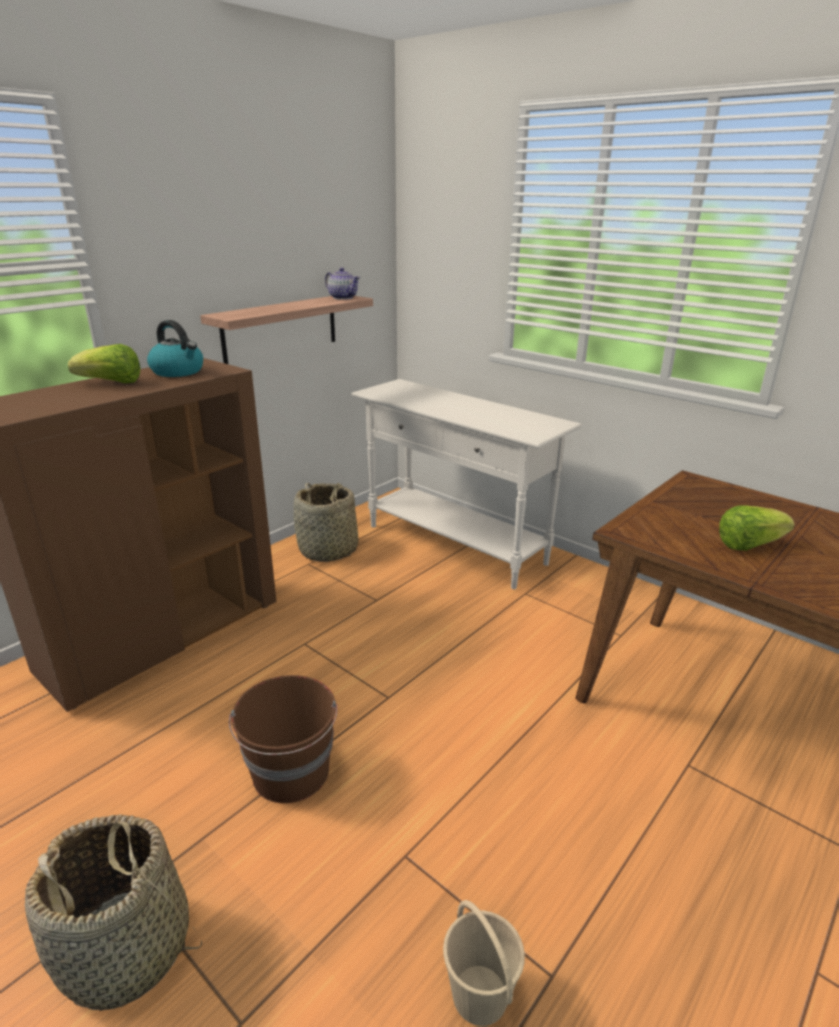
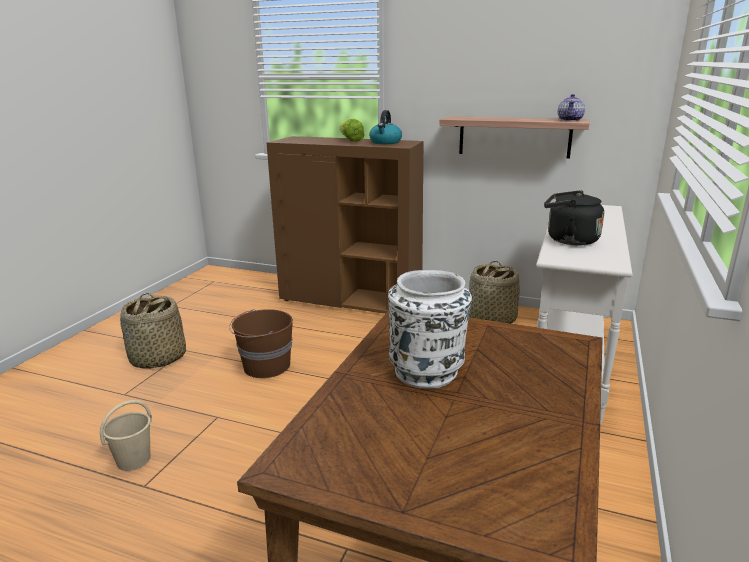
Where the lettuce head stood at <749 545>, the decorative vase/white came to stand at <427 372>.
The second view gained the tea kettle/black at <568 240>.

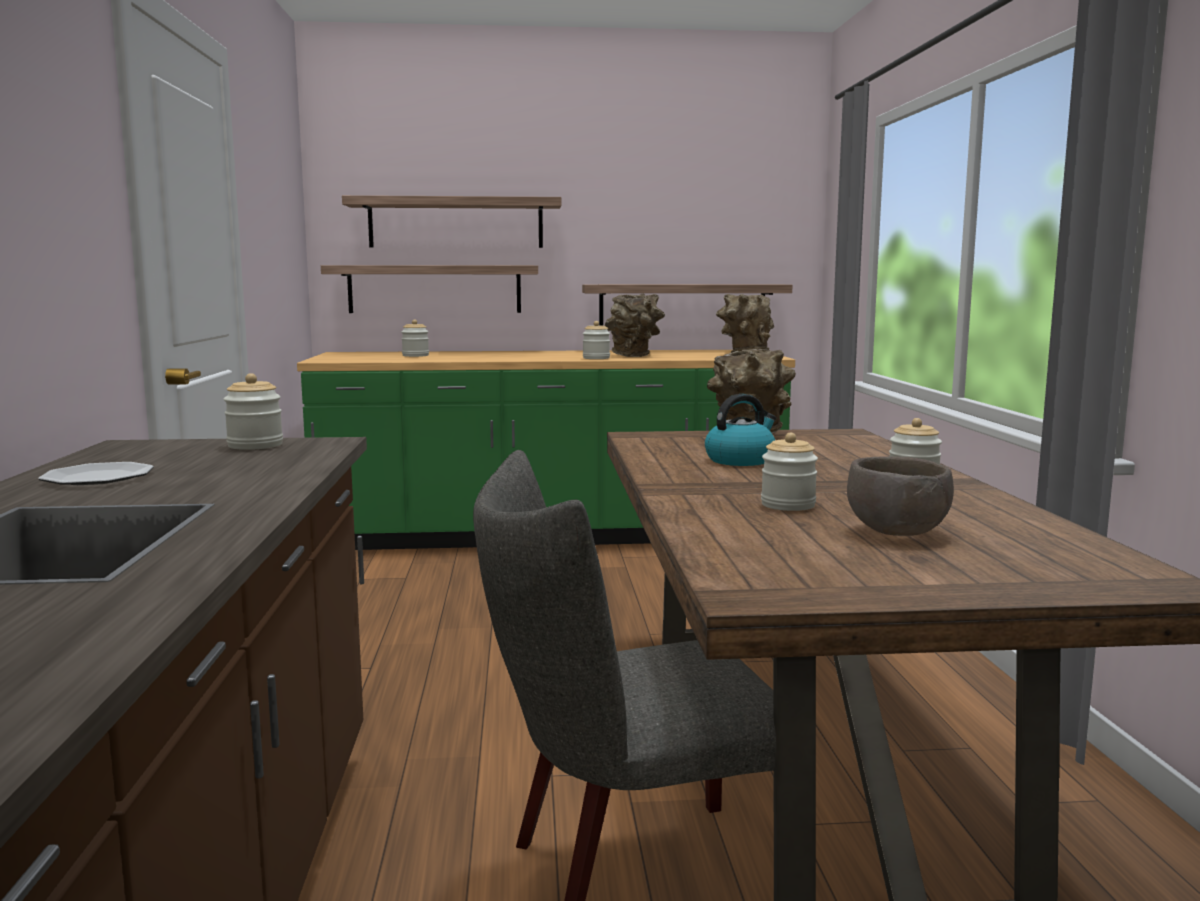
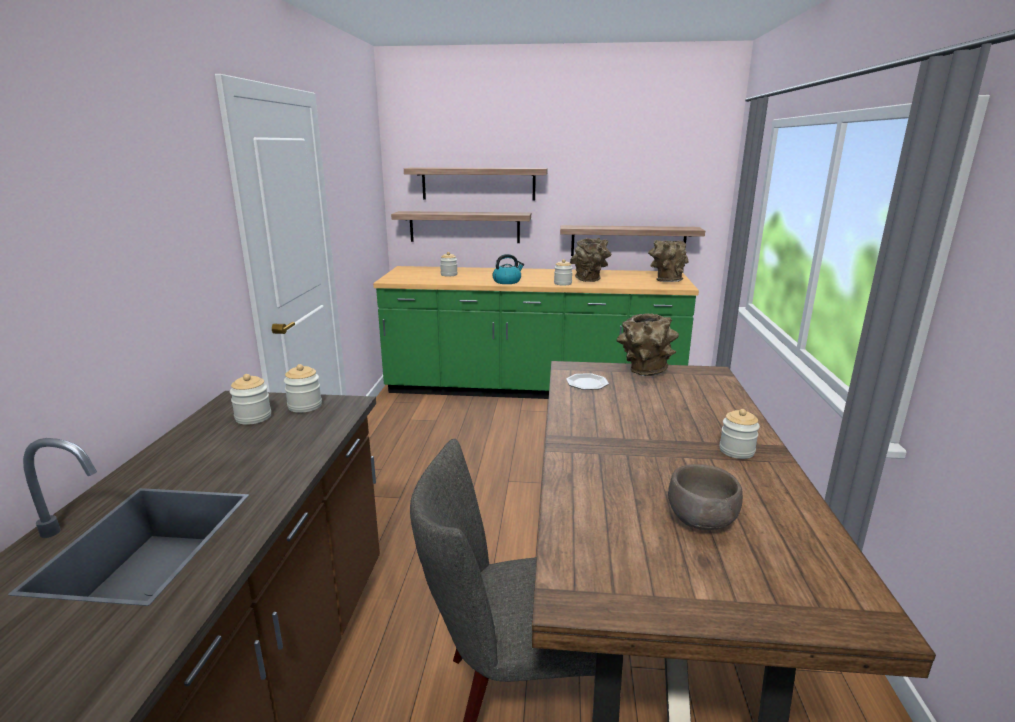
The storage jar ended up elsewhere, having gone from <788 505> to <253 417>.
The tea kettle ended up elsewhere, having gone from <740 460> to <507 281>.
The plate ended up elsewhere, having gone from <98 478> to <587 383>.

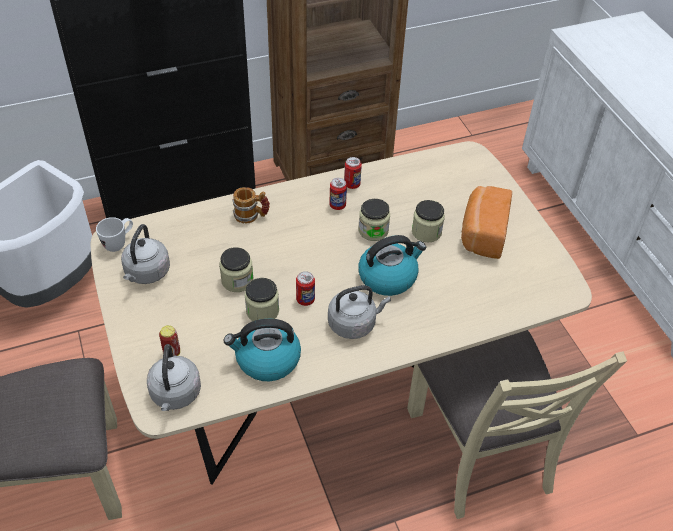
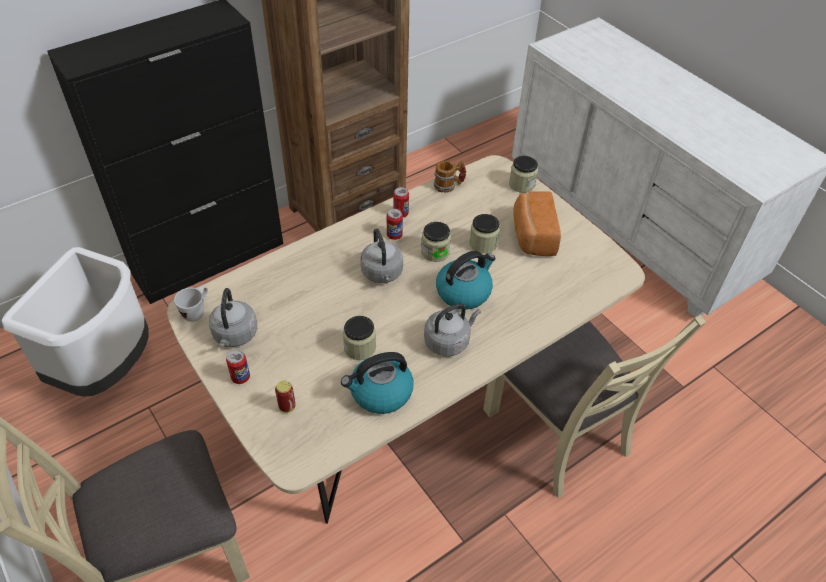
The can ended up elsewhere, having gone from <305 300> to <240 377>.
The tea kettle/grey ended up elsewhere, having gone from <175 395> to <382 274>.
The coffee mug ended up elsewhere, having gone from <251 215> to <449 185>.
The storage jar ended up elsewhere, having gone from <237 280> to <522 184>.

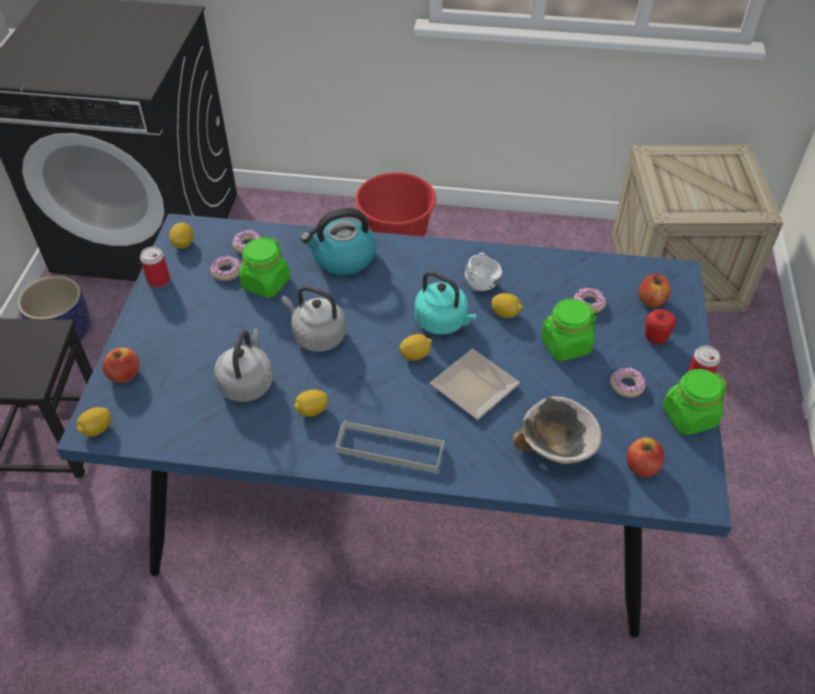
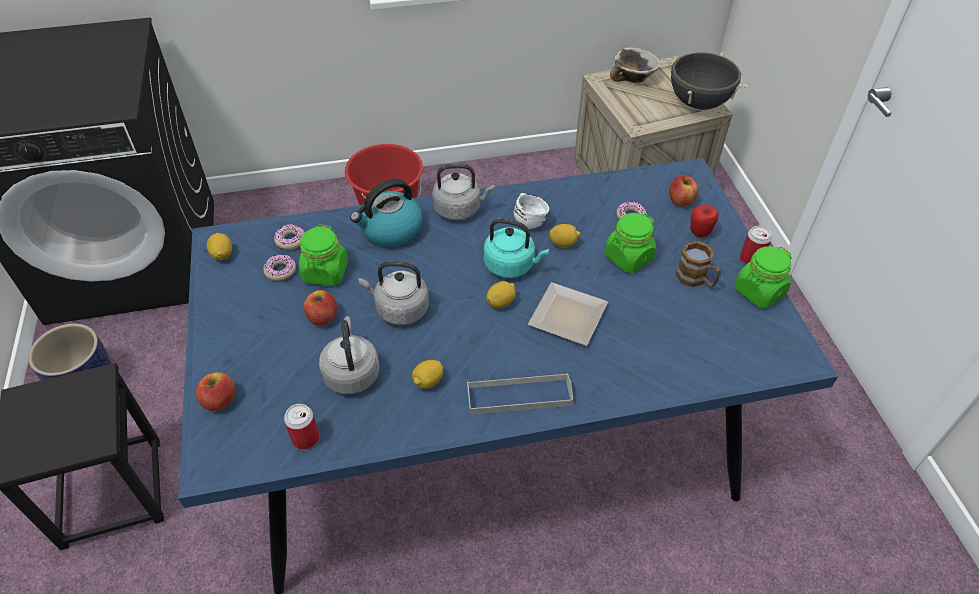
The can ended up elsewhere, having gone from <159 280> to <305 438>.
The whole apple ended up elsewhere, having gone from <641 466> to <322 317>.
The second view gained the tea kettle/grey at <460 209>.
The bowl ended up elsewhere, having gone from <557 448> to <634 77>.
The second view gained the saucepot/black at <698 103>.
Where the ring doughnut stood at <626 385>, the coffee mug came to stand at <696 279>.
The second view lost the citrus fruit at <97 429>.

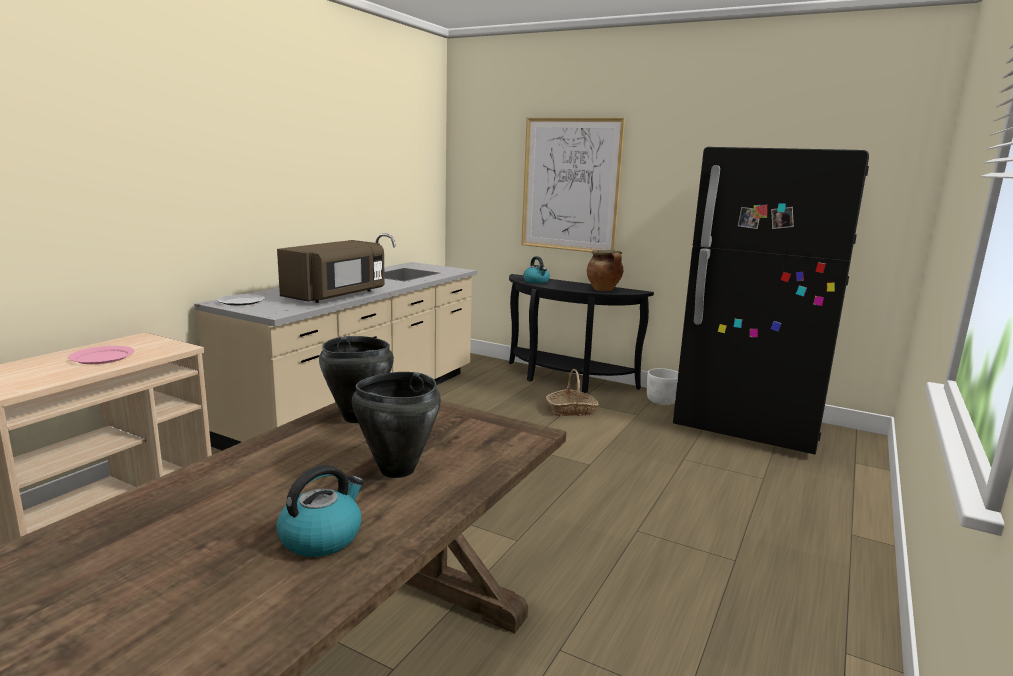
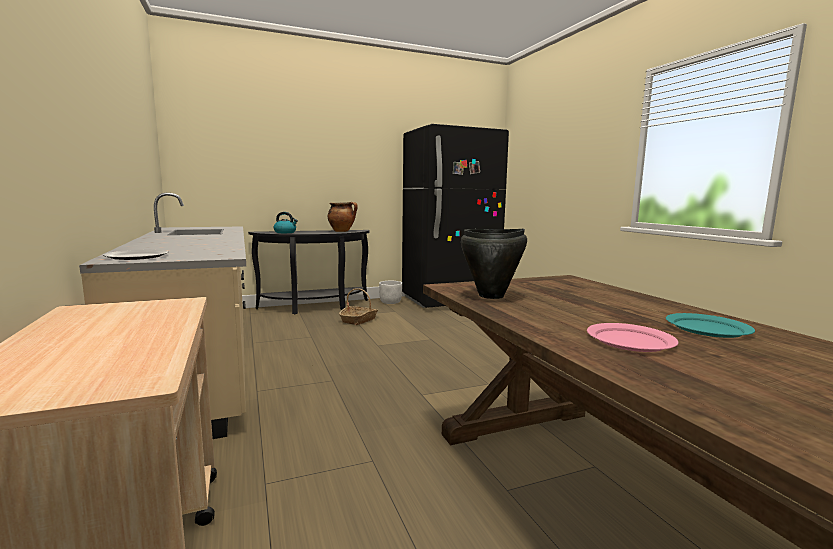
The plate/pink ended up elsewhere, having gone from <102 357> to <630 341>.
Where the tea kettle stood at <322 537>, the plate/turquoise-coloured came to stand at <707 328>.
The second view lost the microwave oven/brownish at <336 295>.
The second view lost the saucepot/black at <396 470>.
The second view lost the wall picture at <571 185>.

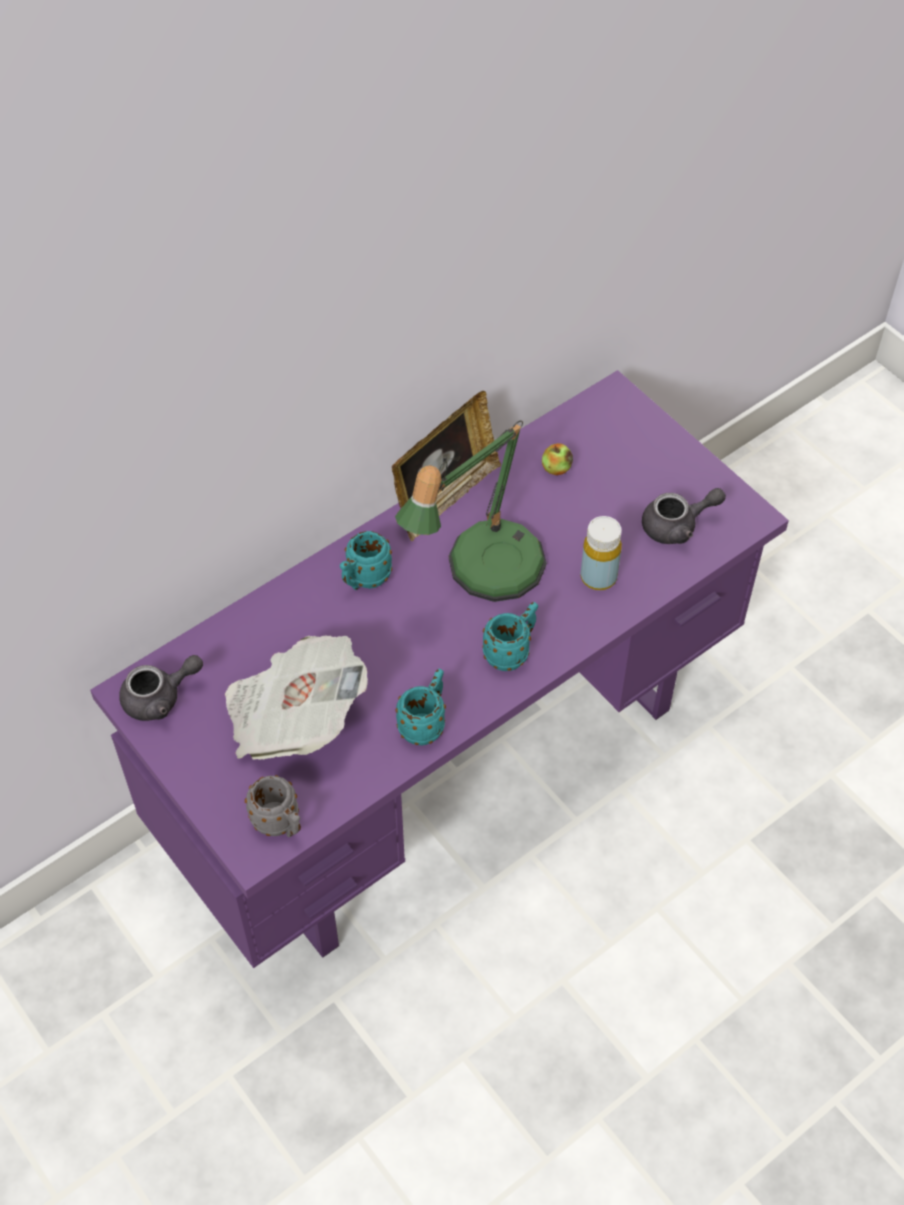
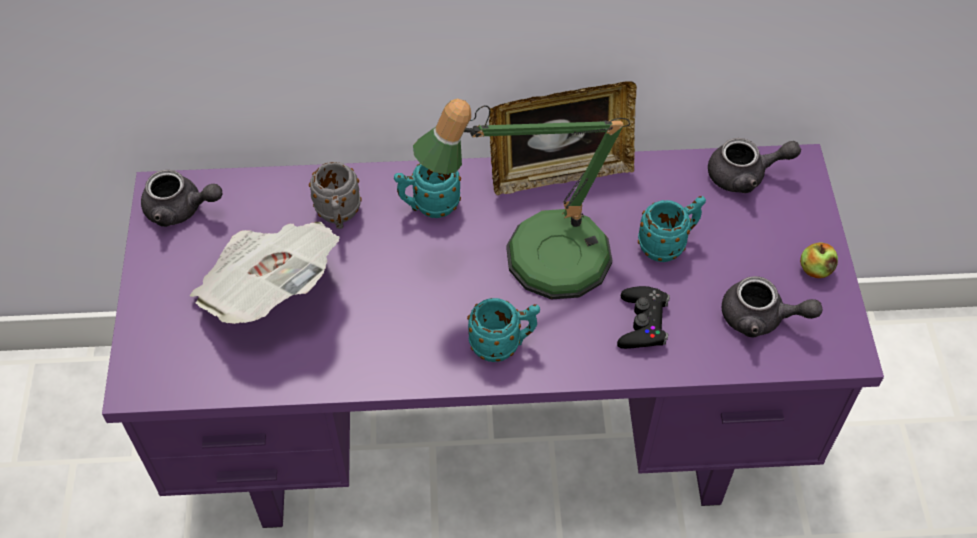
The coffee mug/grey ended up elsewhere, having gone from <280 825> to <339 216>.
Where the beverage bottle/yellow-coloured stood at <598 577>, the gamepad/black came to stand at <642 323>.
The coffee mug/turquoise-coloured ended up elsewhere, having gone from <425 723> to <668 244>.
The second view gained the pot for tea/grey at <745 175>.
The whole apple ended up elsewhere, having gone from <556 468> to <815 269>.

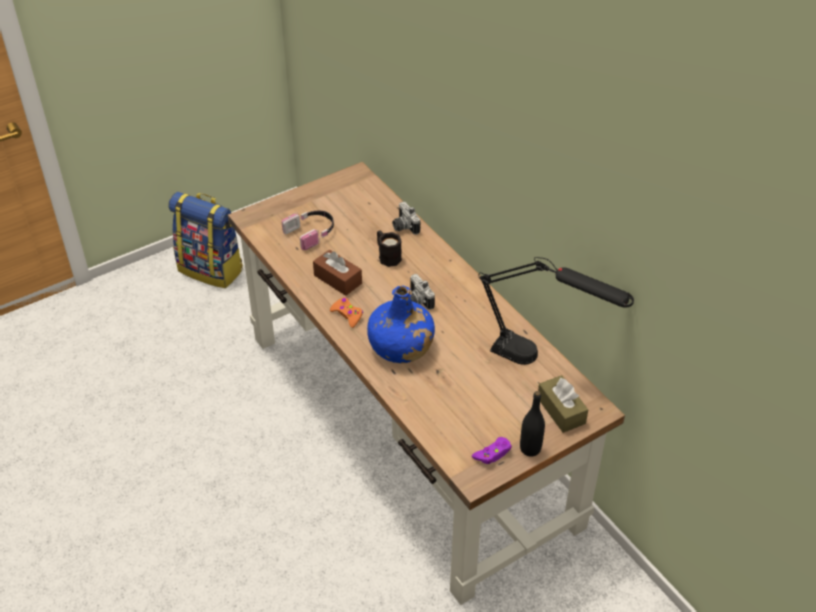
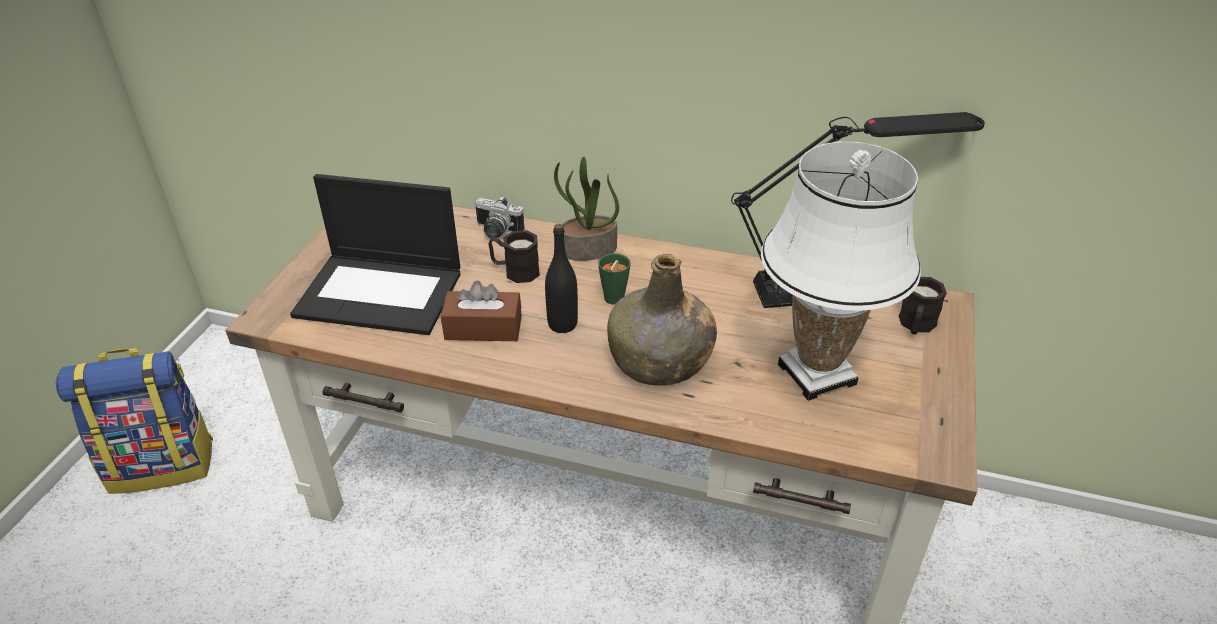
Where the headphones stood at <311 233>, the laptop came to stand at <382 293>.
The beverage bottle/black ended up elsewhere, having gone from <530 449> to <562 324>.
The second view gained the potted plant at <588 250>.
Where the photo camera stood at <416 301>, the small cup/green came to stand at <612 301>.
What was the beverage bottle/blue at <400 346> turned into the beverage bottle/green at <660 361>.
The second view gained the table lamp/white at <817 374>.
Where the tissue holder/brownish stood at <561 410>, the coffee mug/black came to stand at <915 325>.
The second view lost the gamepad/orange-coloured at <347 315>.
The second view lost the gamepad/purple at <493 454>.

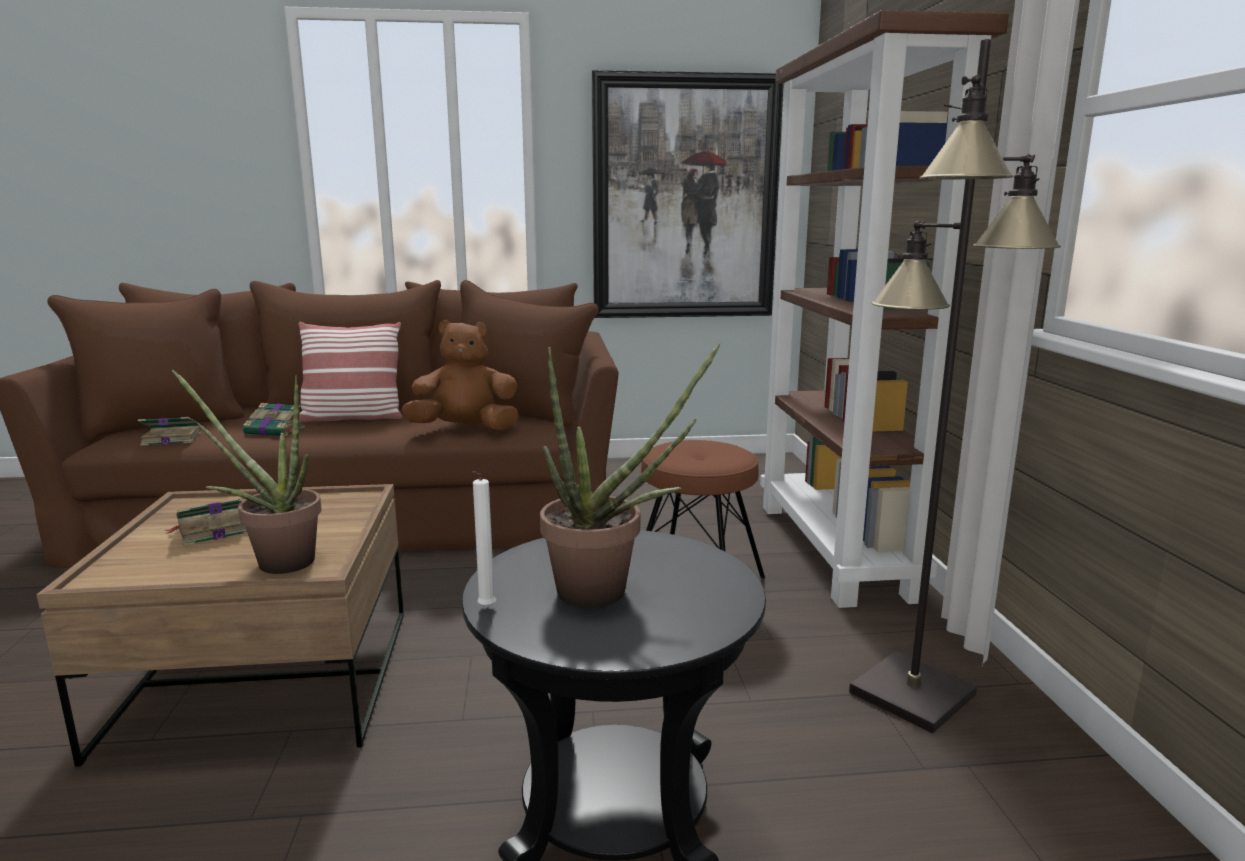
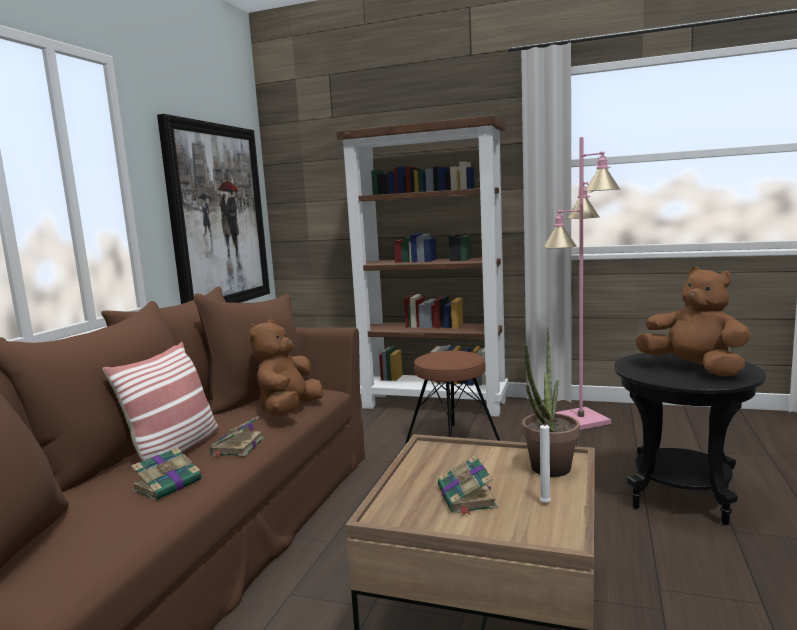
The bound book ended up elsewhere, having gone from <170 439> to <237 447>.
The wax light/white ended up elsewhere, having gone from <485 609> to <547 504>.
What was the floor lamp/black at <910 693> turned into the floor lamp/pink at <580 420>.
Where the potted plant stood at <607 593>, the cuddly toy/brownish came to stand at <694 369>.

